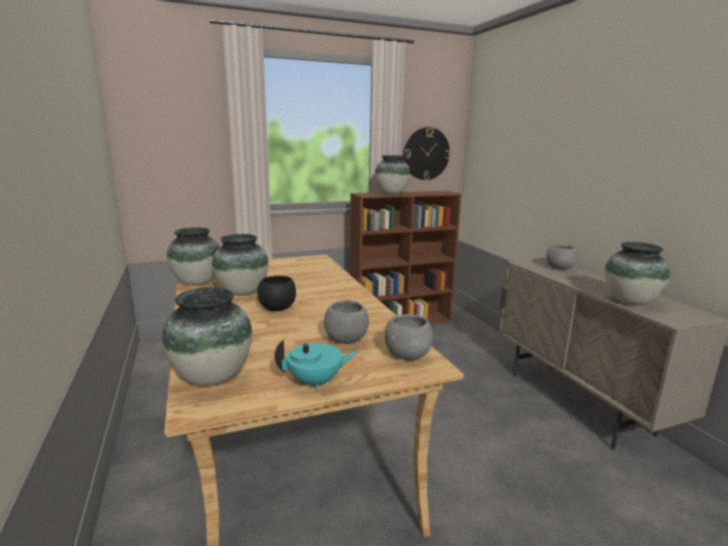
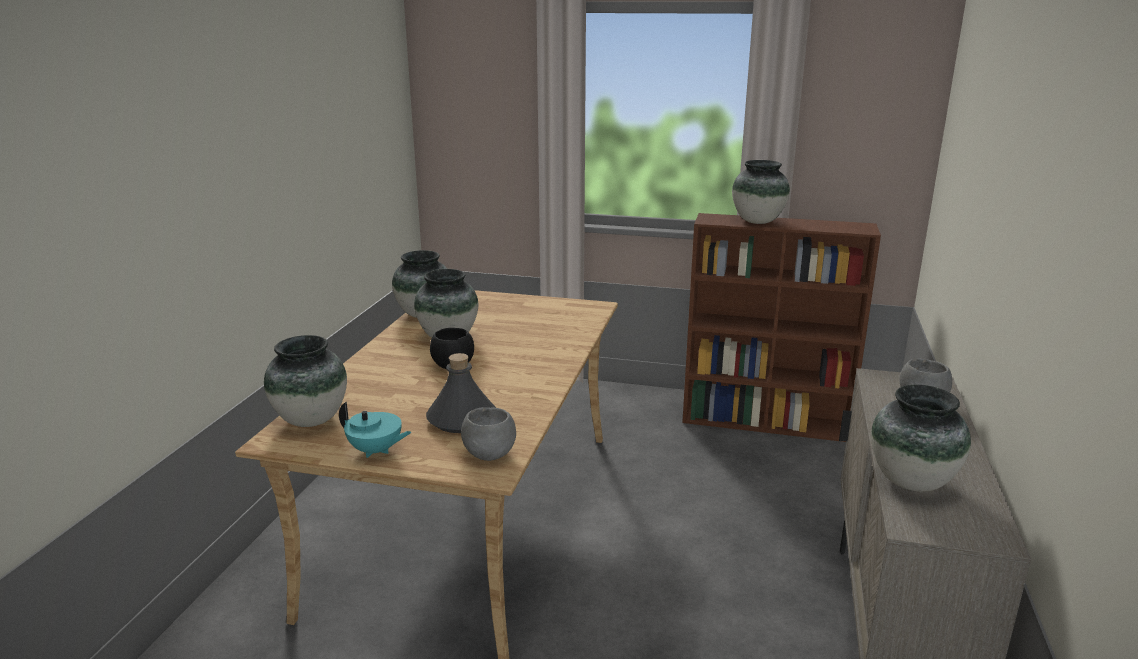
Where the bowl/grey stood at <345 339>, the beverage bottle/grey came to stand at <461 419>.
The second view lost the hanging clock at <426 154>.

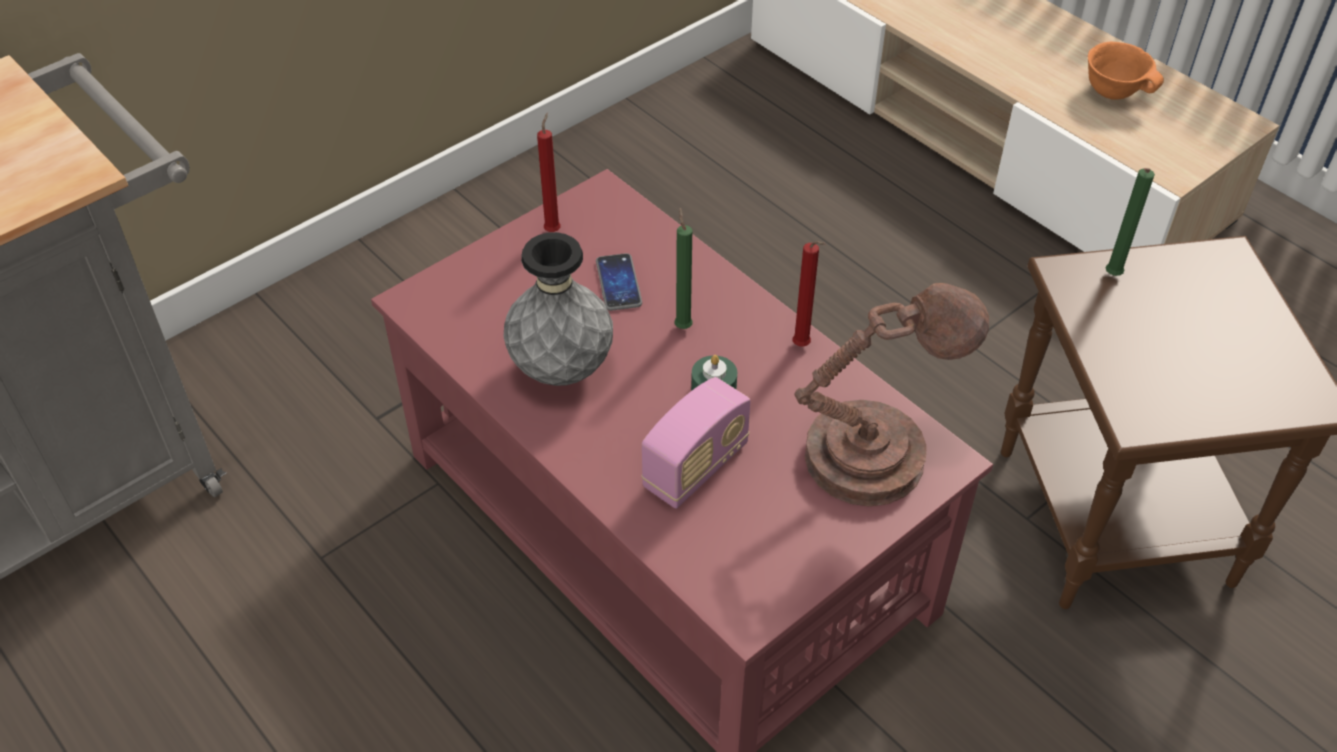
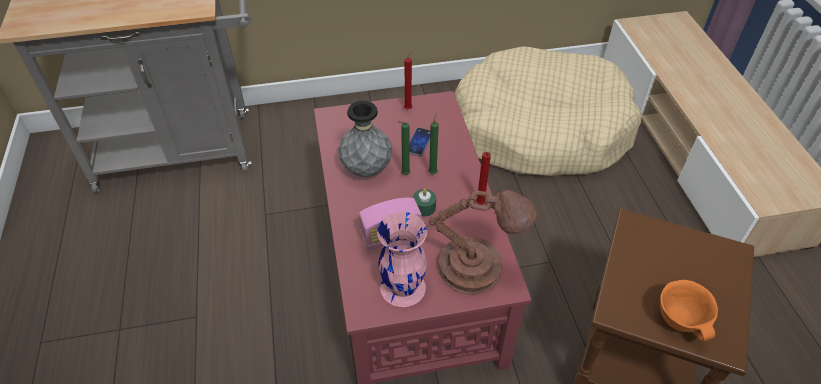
The second view gained the decorative vase/pink at <403 286>.
The wax light/green ended up elsewhere, having gone from <1111 276> to <404 174>.
The second view gained the dog cushion/beige at <540 129>.
The bowl/orange-coloured ended up elsewhere, having gone from <1114 92> to <681 320>.

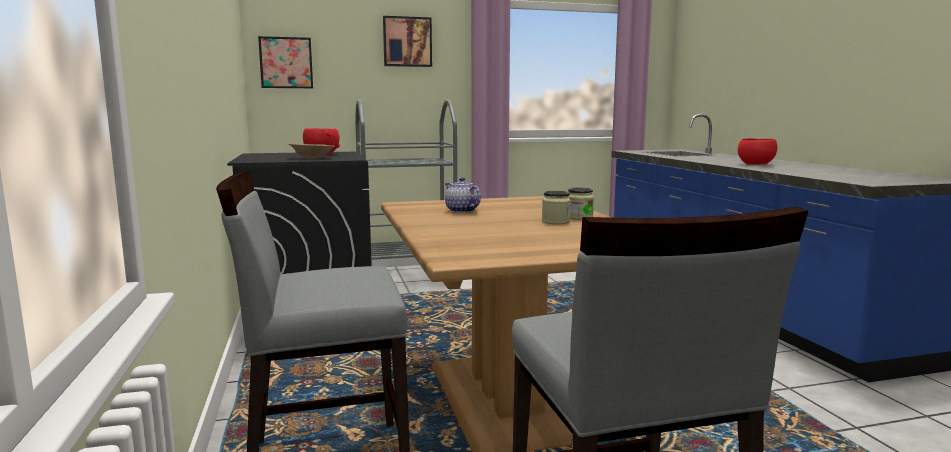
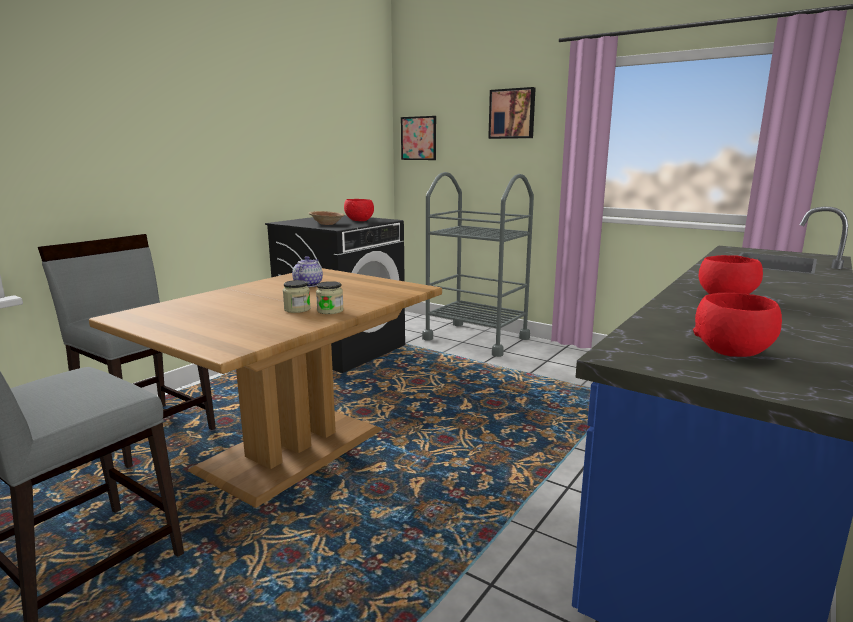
The second view gained the bowl/red at <733 352>.

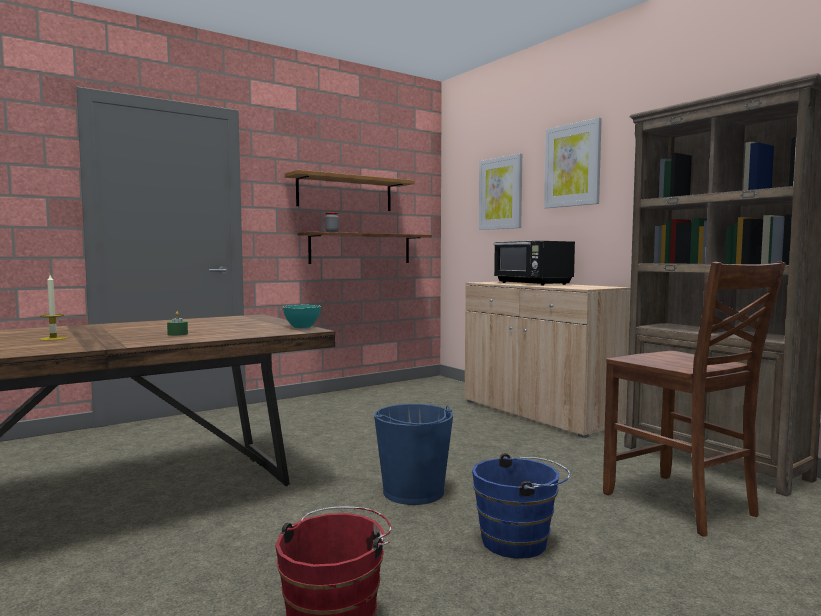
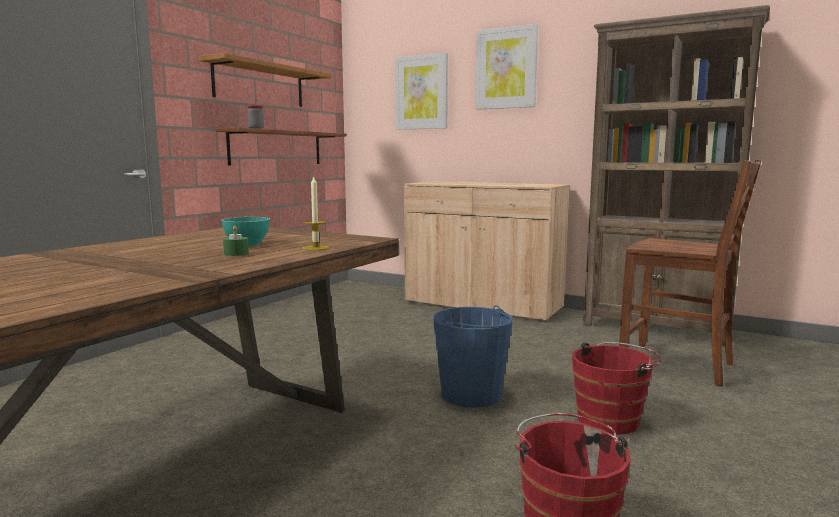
The bowl/turquoise-coloured ended up elsewhere, having gone from <302 327> to <247 244>.
The wax light ended up elsewhere, having gone from <53 338> to <316 248>.
What was the pail/blue at <520 542> turned into the pail/red at <612 419>.
The second view lost the microwave oven/black at <532 283>.

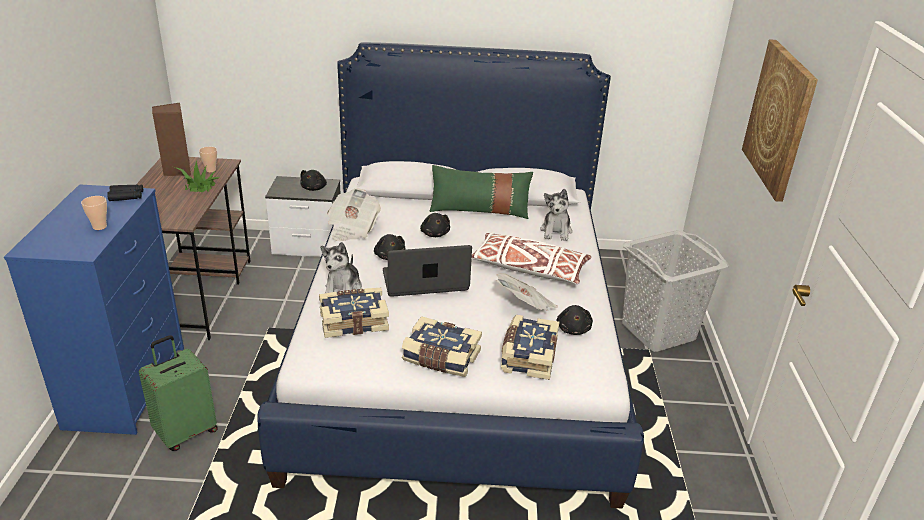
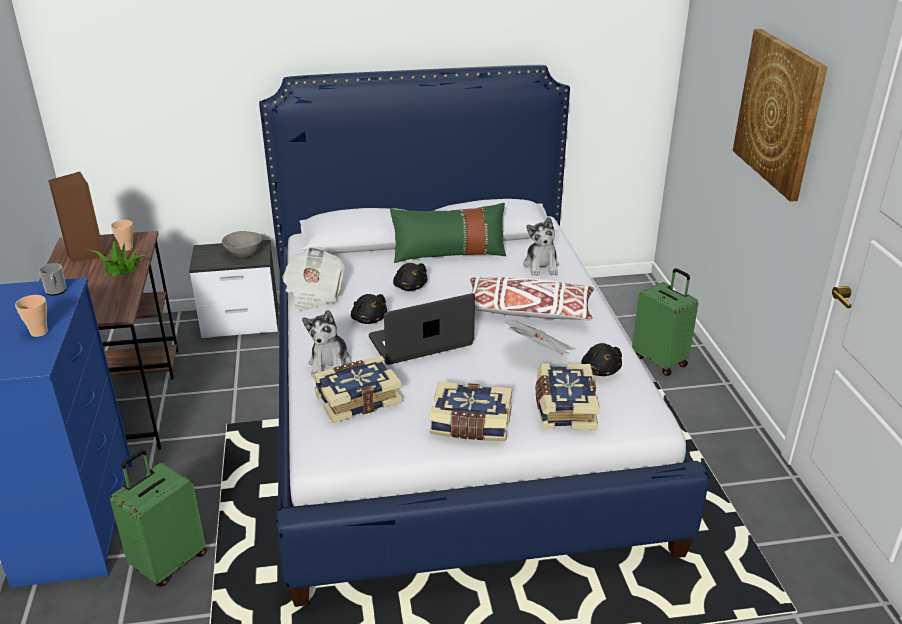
Where the binoculars/black stood at <126 196>, the coffee mug came to stand at <56 291>.
Where the cuddly toy/black stood at <314 188>, the bowl/grey came to stand at <244 253>.
Where the hamper/grey stood at <658 332>, the suitcase/green came to stand at <660 360>.

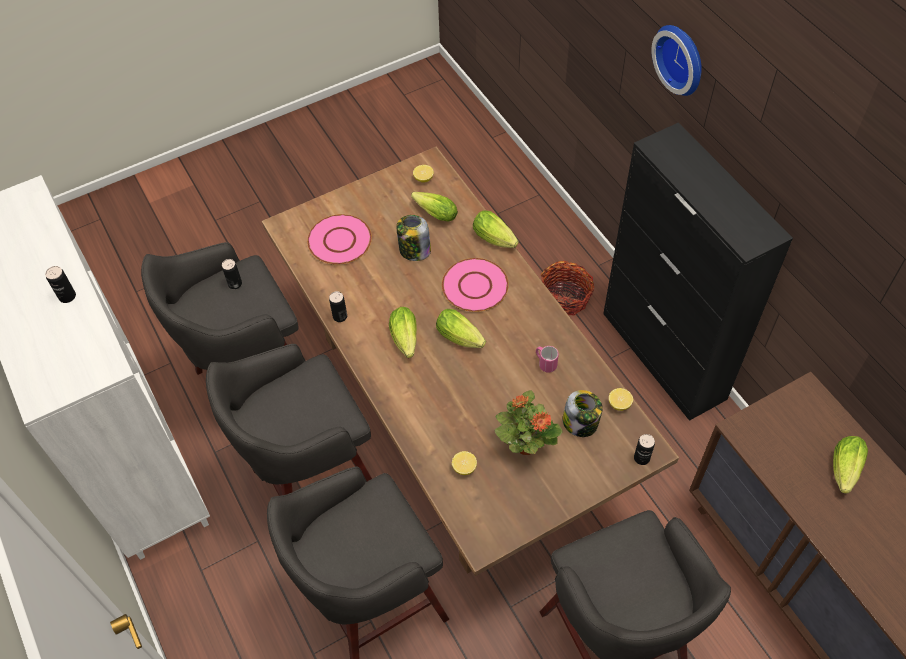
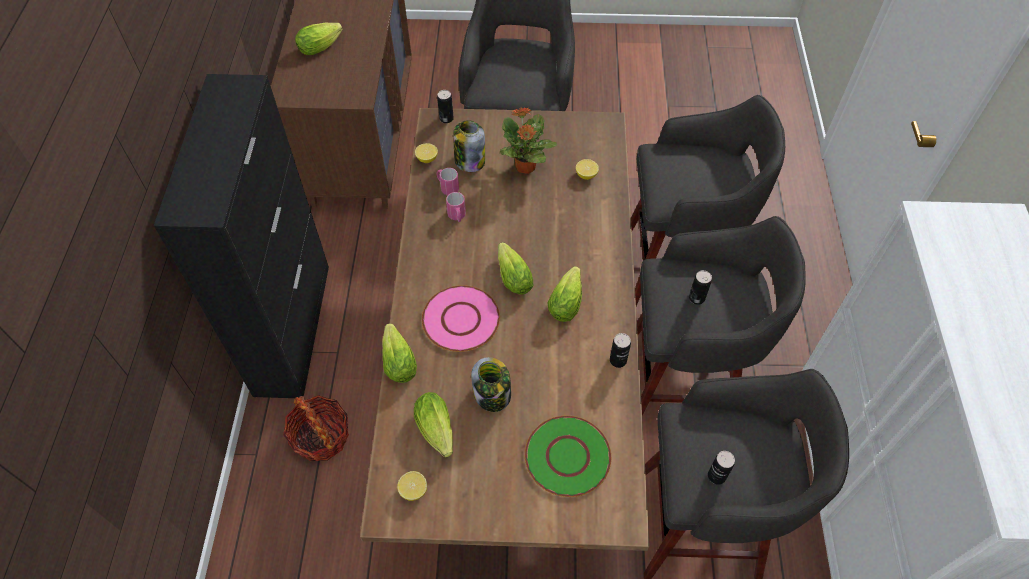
The second view gained the coffee mug/pink at <447 188>.
What was the plate/pink at <339 240> turned into the plate/green at <568 457>.
The can ended up elsewhere, having gone from <67 296> to <696 298>.
The second view lost the hanging clock at <682 58>.

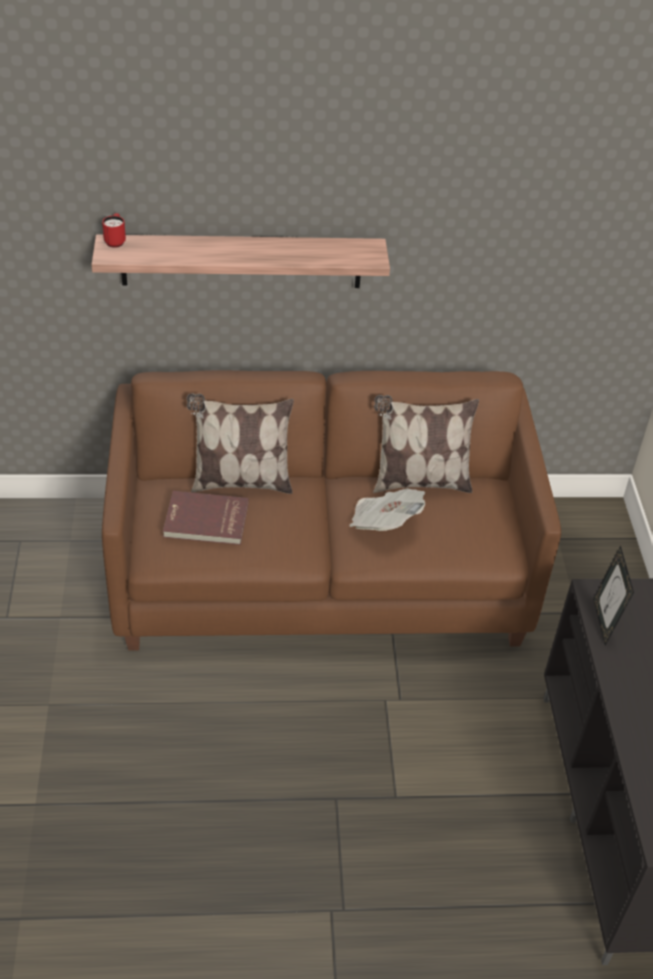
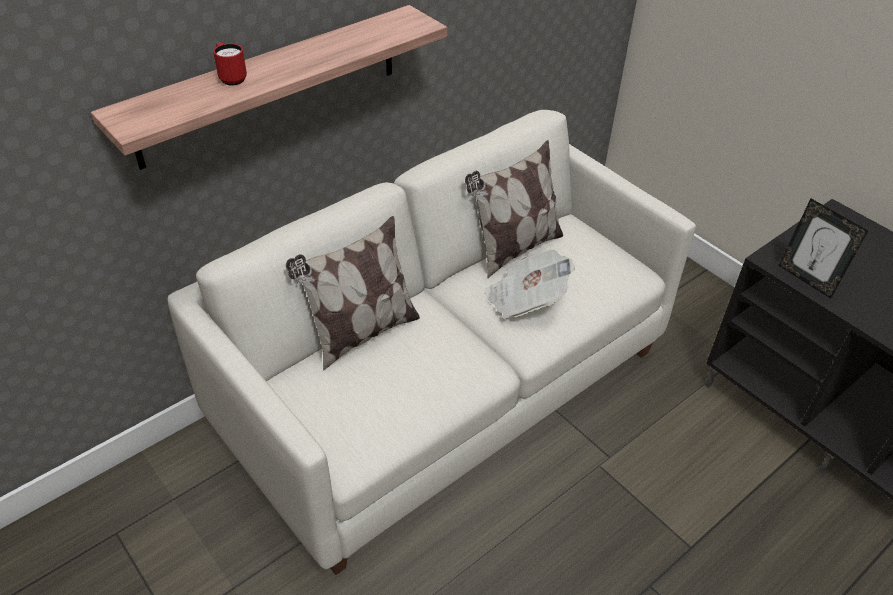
What was the sofa/brownish at <320 574> turned into the sofa/white at <442 387>.
The coffee mug/red ended up elsewhere, having gone from <115 241> to <231 78>.
The second view lost the bound book/red at <206 521>.

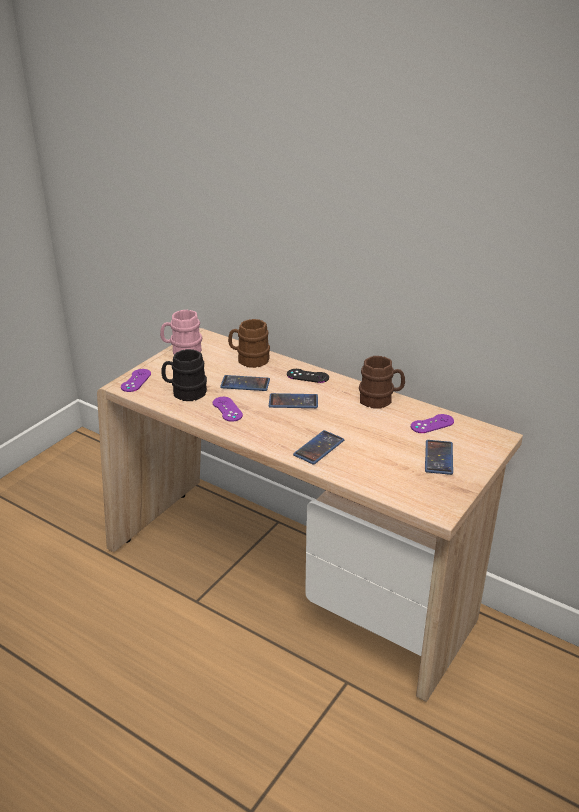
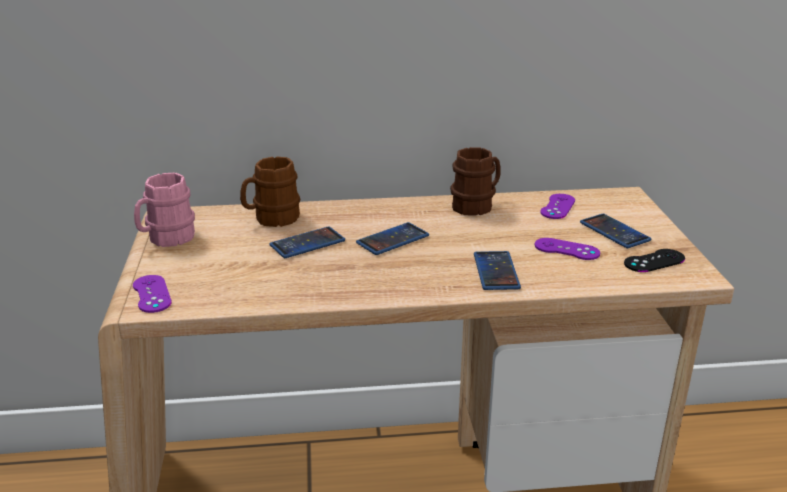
The gamepad/purple ended up elsewhere, having gone from <227 409> to <566 249>.
The gamepad/black ended up elsewhere, having gone from <307 376> to <654 261>.
The second view lost the coffee mug/black at <185 392>.

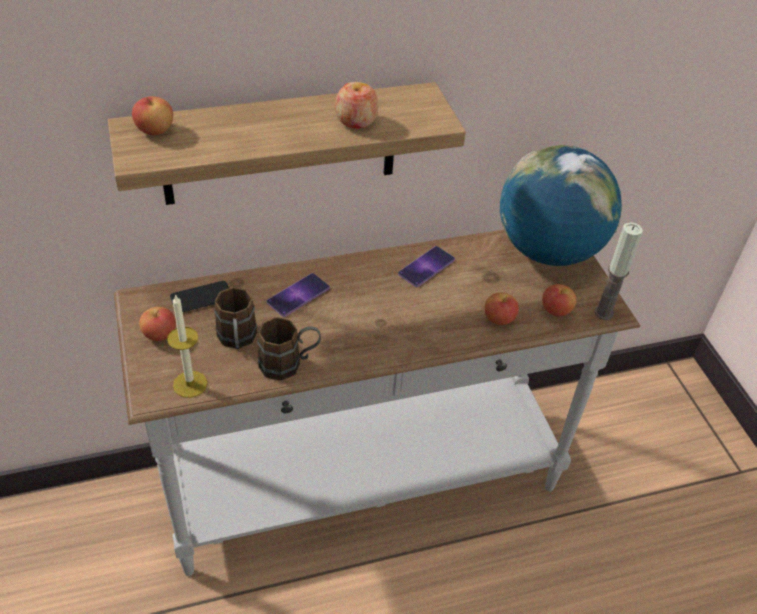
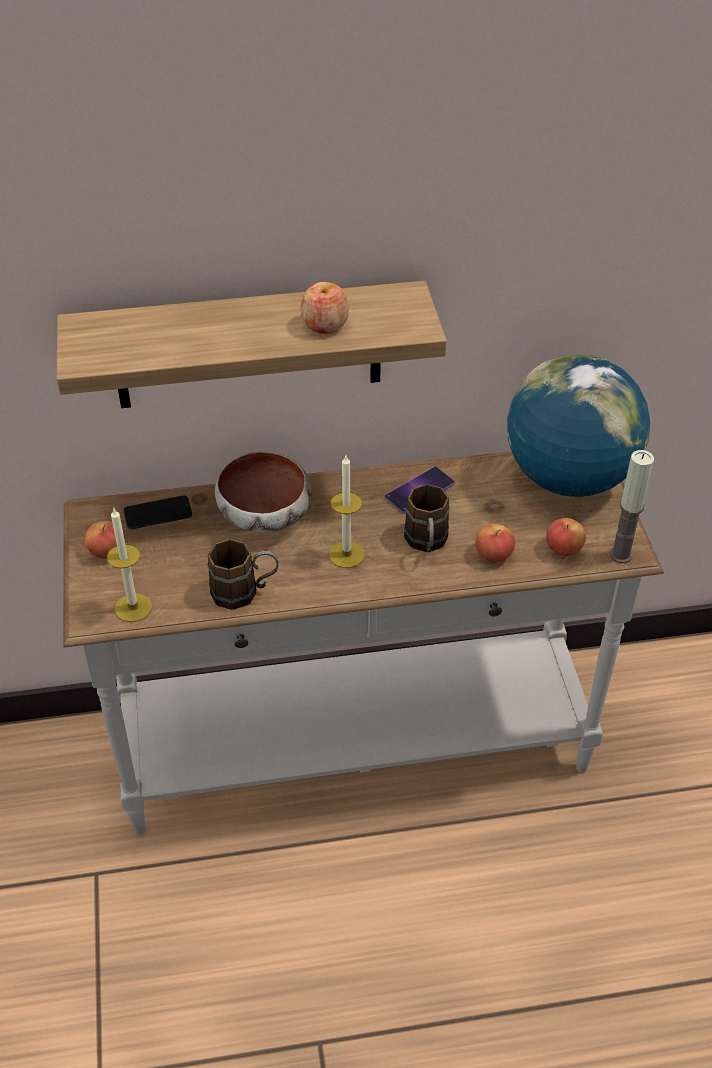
Where the telephone stood at <298 295>, the bowl came to stand at <266 516>.
The second view gained the wax light at <346 554>.
The coffee mug/brownish ended up elsewhere, having gone from <237 341> to <427 544>.
The second view lost the whole apple at <155 130>.

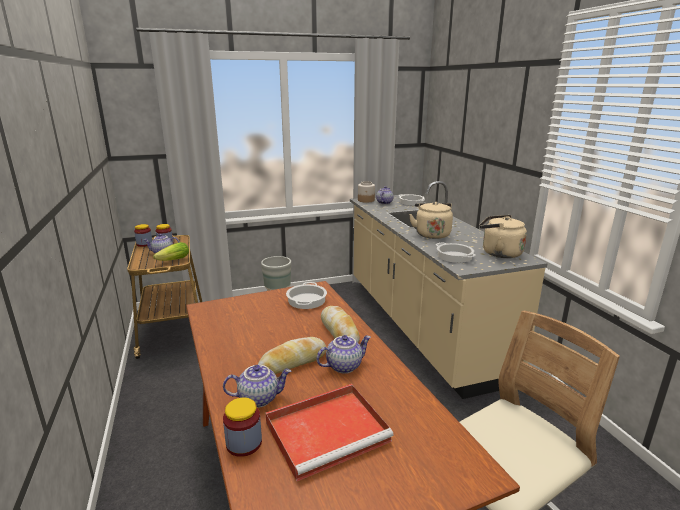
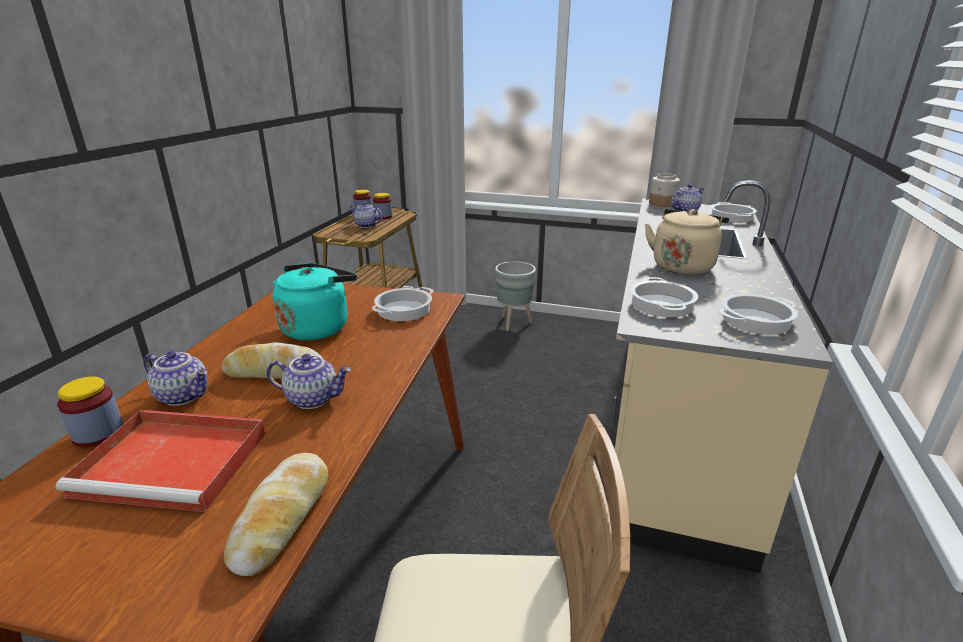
The bread ended up elsewhere, having gone from <339 330> to <282 518>.
The second view gained the tea kettle/turquoise-coloured at <317 327>.
Where the tea kettle/beige stood at <498 253>, the saucepot came to stand at <755 320>.
The second view lost the lettuce head at <172 261>.

